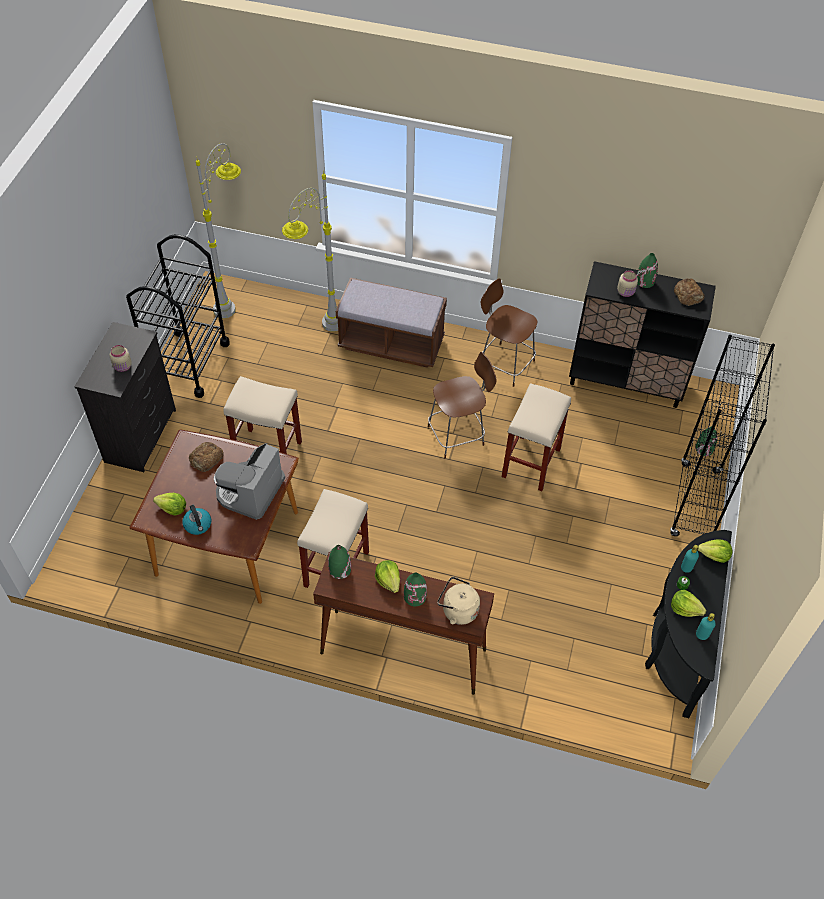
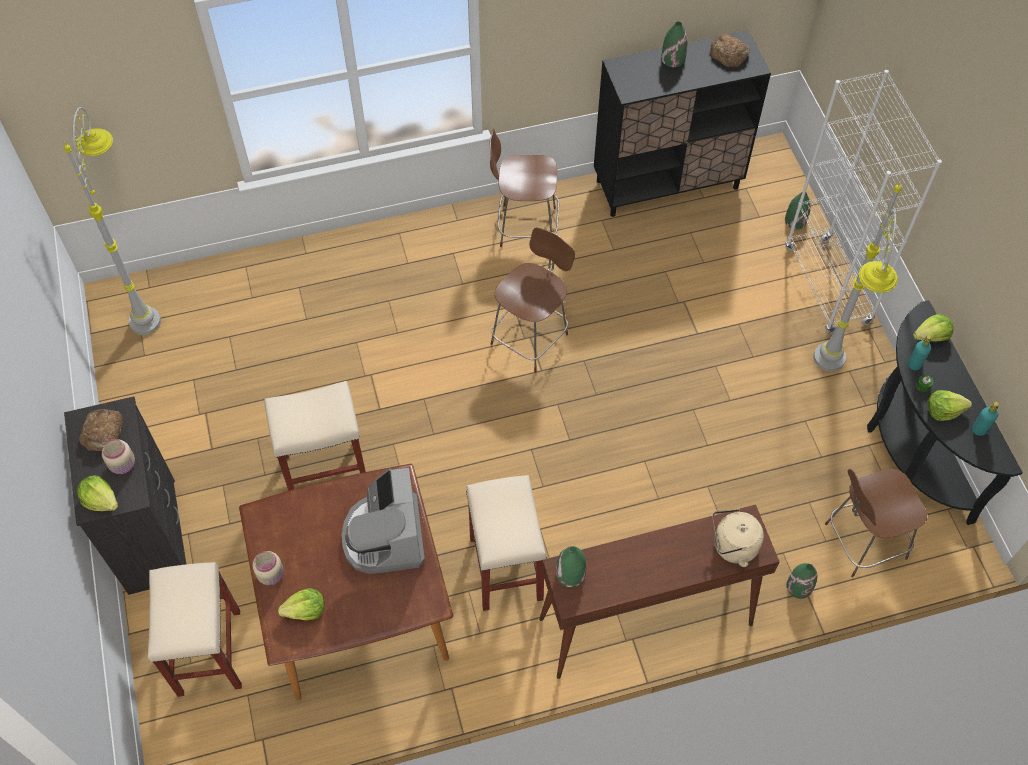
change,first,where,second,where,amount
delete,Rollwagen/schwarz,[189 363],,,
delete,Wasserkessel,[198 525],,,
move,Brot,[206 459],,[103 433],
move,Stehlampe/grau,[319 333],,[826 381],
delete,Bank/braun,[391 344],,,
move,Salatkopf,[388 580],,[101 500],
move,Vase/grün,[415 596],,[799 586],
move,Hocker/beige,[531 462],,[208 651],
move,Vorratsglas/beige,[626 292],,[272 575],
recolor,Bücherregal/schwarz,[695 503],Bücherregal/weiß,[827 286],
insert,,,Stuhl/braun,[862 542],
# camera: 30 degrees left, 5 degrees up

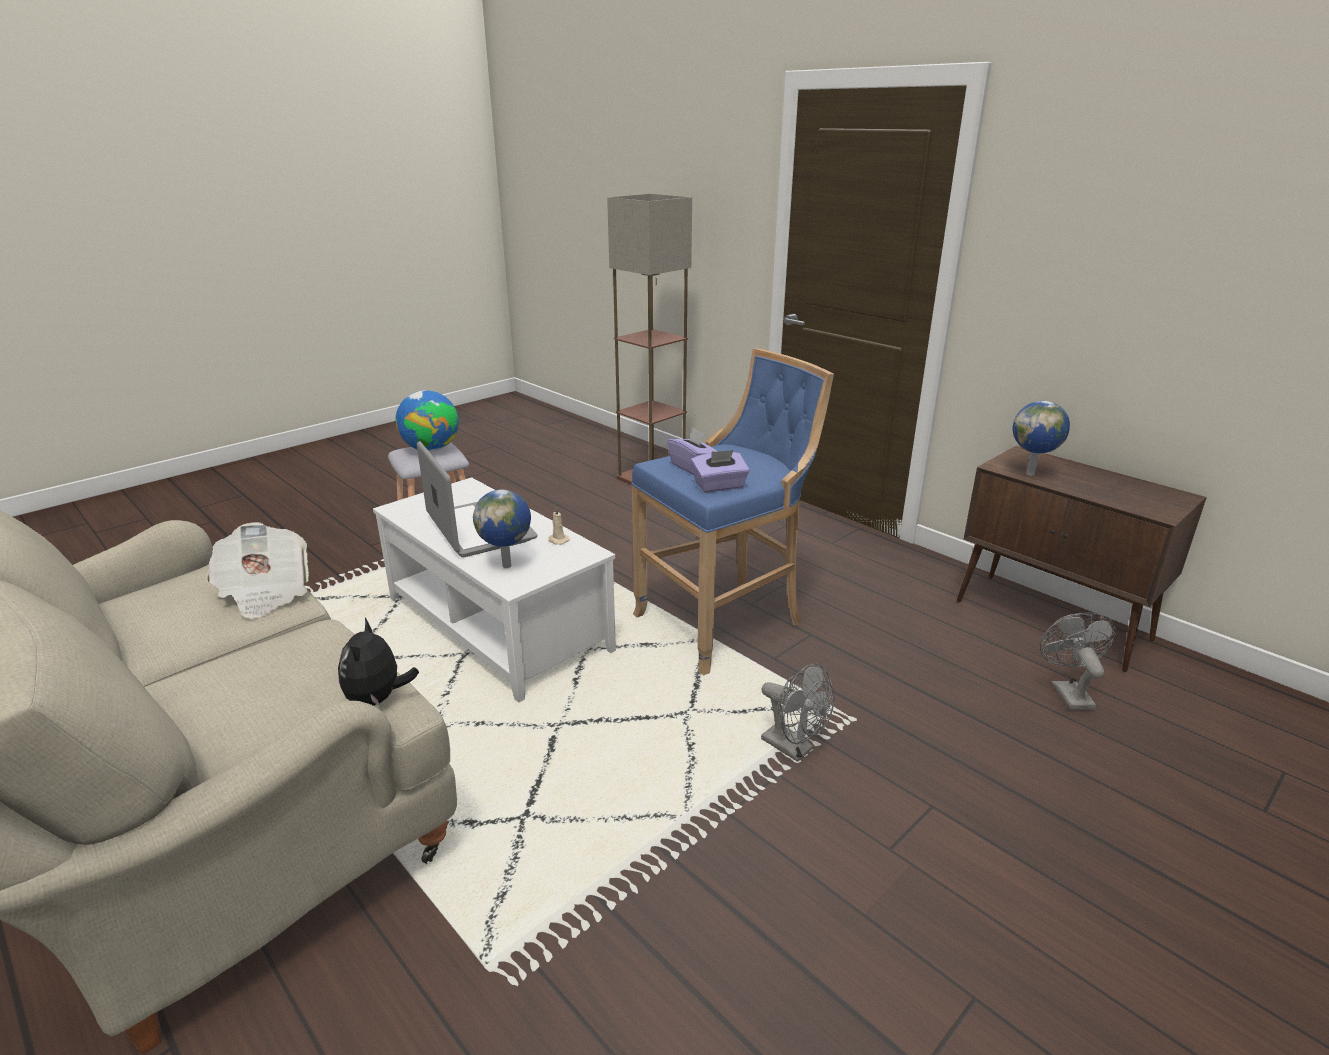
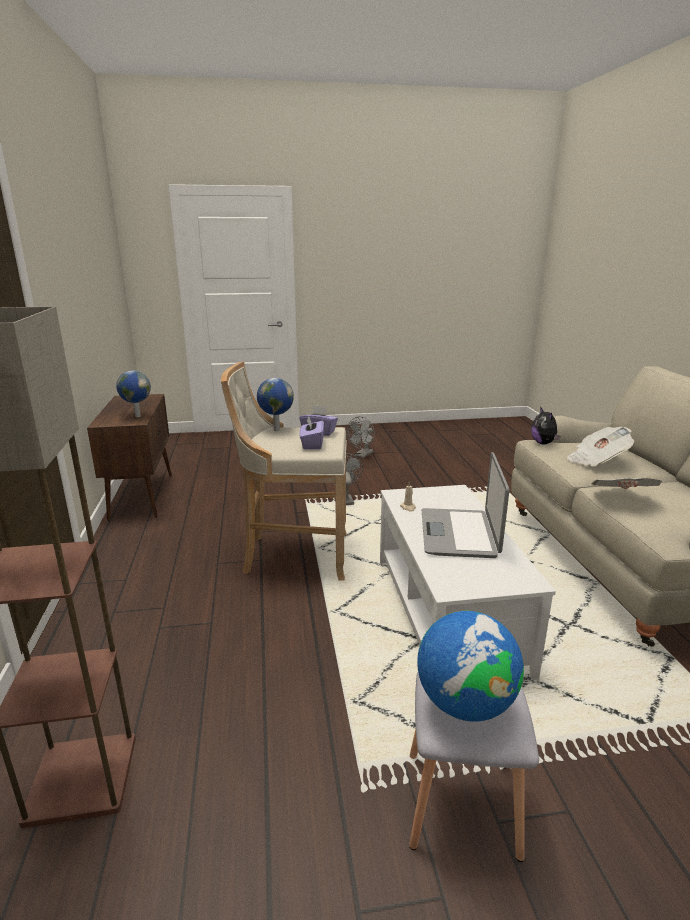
change,first,where,second,where,amount
rotate,Plüschtier,[378 699],,[543 443],135 degrees clockwise
move,Globus,[508 565],,[276 430],
recolor,Hocker/blau,[725 621],Hocker/beige,[293 555],
move,Ventilator/grau,[1067 692],,[362 455],
insert,,,Zeitung,[596 460],
# camera: 145 degrees left, 5 degrees down

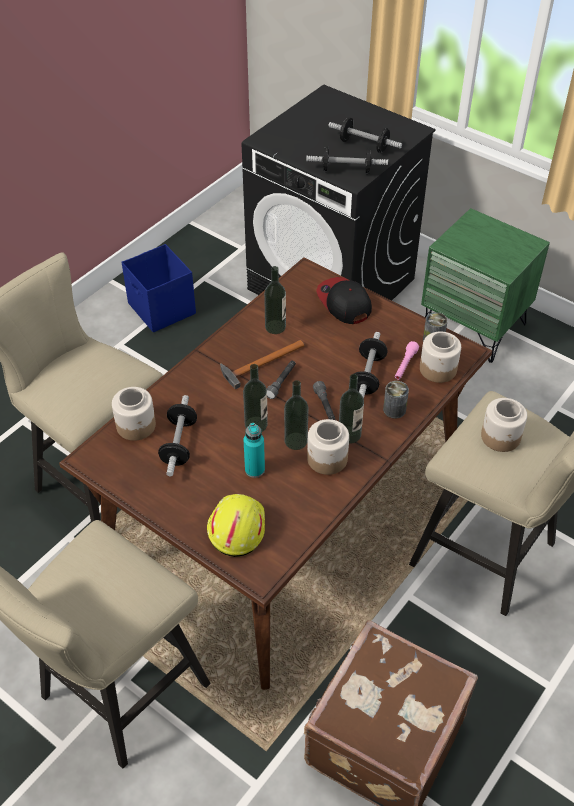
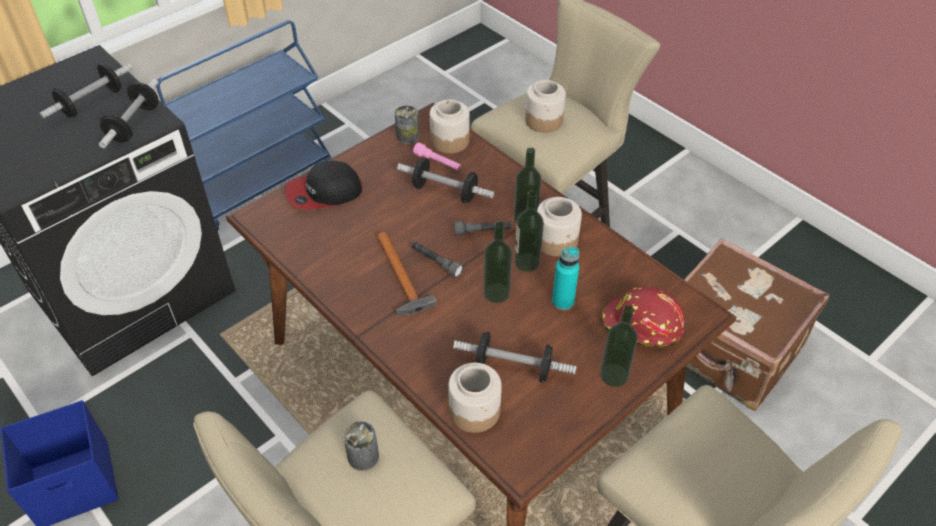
change,first,where,second,where,amount
recolor,Schutzhelm/gelb,[236 527],Schutzhelm/rot,[641 327],
move,Flasche,[275 327],,[614 375],
move,Dose,[394 409],,[363 456],
replace,Nachttisch/grün,[474 325],Rollwagen/blau,[259 184],
# camera: 80 degrees left, 0 degrees up

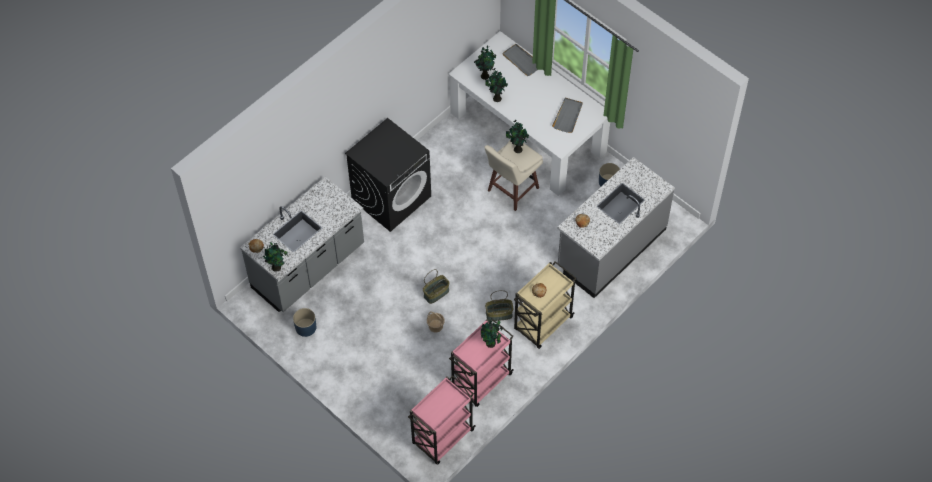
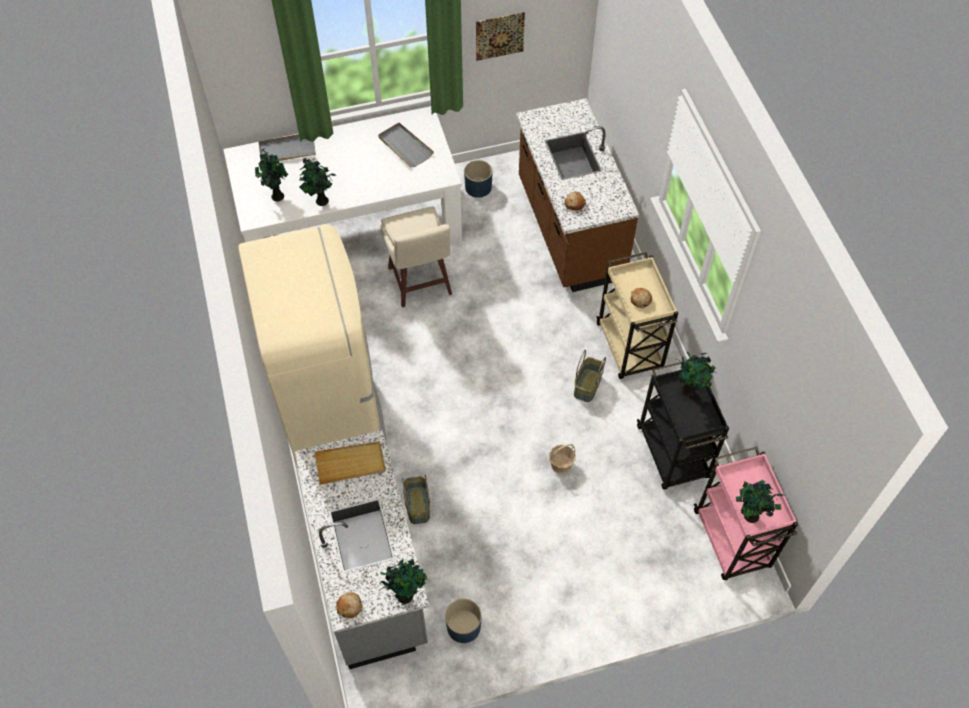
change,first,where,second,where,amount
replace,Waschmaschine/schwarz,[391 197],Kühlschrank/beige,[334 416],
move,Korb,[436 293],,[417 505],
recolor,Rollwagen/rosa,[481 381],Rollwagen/schwarz,[673 454],
move,Topfpflanze,[517 149],,[750 516],
recolor,Küchenzeile/grau,[611 248],Küchenzeile/braun,[568 230],
insert,,,Tablett/beige,[350 464],
insert,,,Bild,[499 36],
# camera: 60 degrees left, 0 degrees up

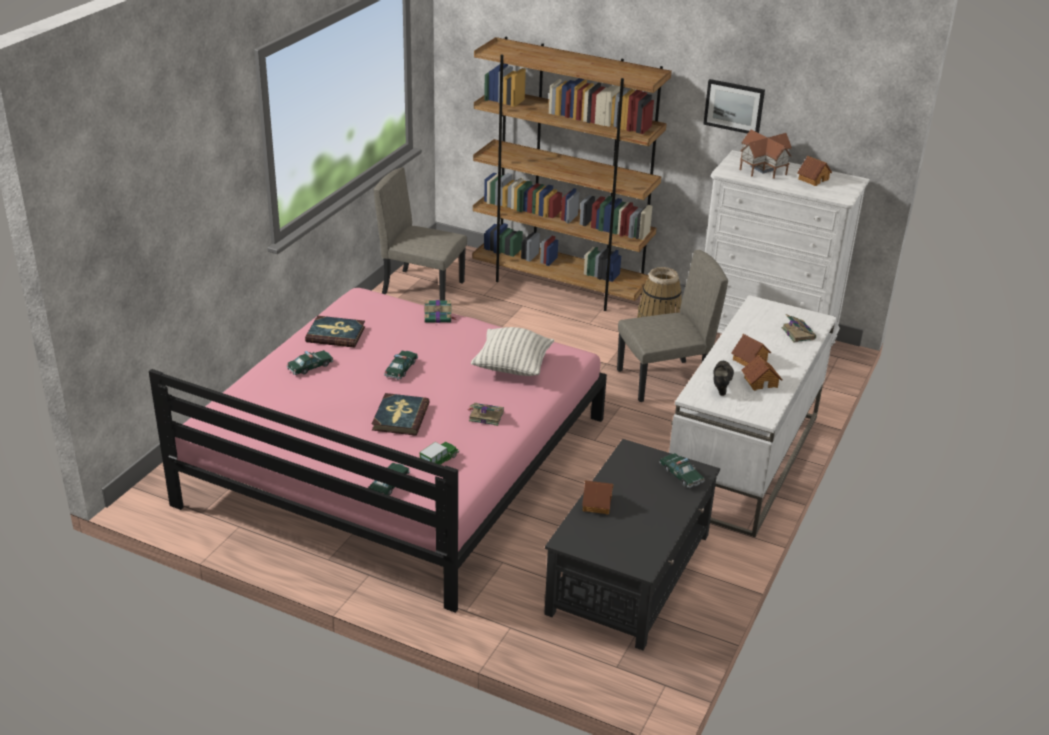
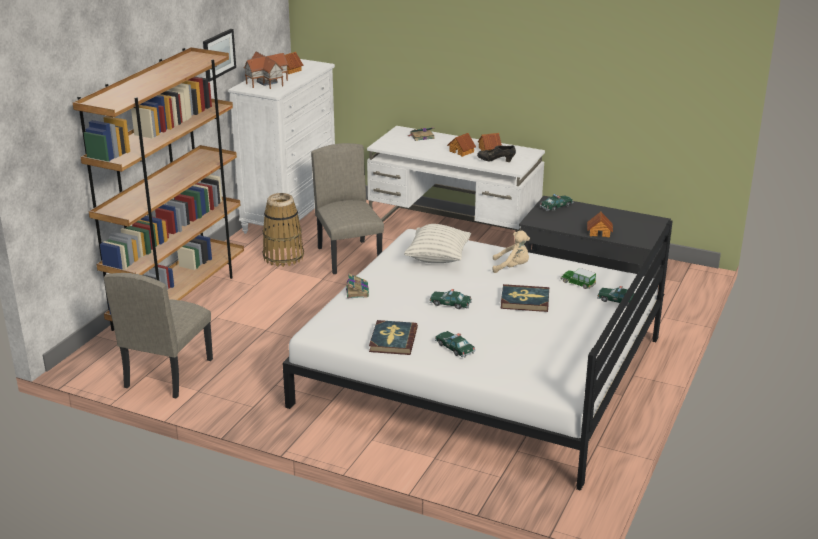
change,first,where,second,where,amount
recolor,Bett/rosa,[397 460],Bett/weiß,[481 371],
replace,Buch,[485 416],Plüschtier/beige,[512 267],
# camera: 90 degrees left, 5 degrees down

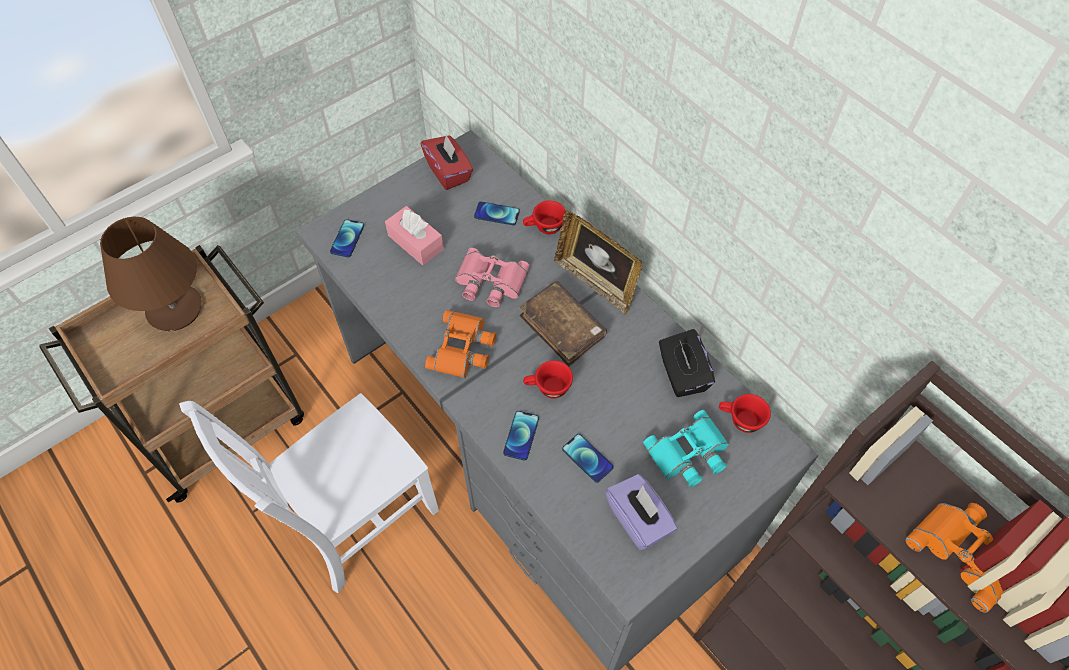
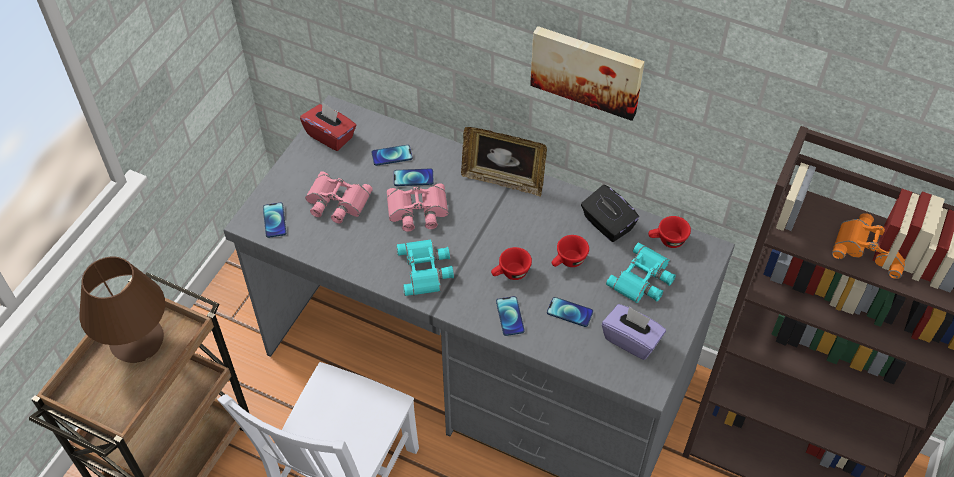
change,first,where,second,where,amount
replace,Taschentuchbox/rosa,[415 242],Fernglas/rosa,[336 202],
recolor,Fernglas/orange,[463 348],Fernglas/türkis,[426 270],
delete,Buch/braun,[562 328],,,
move,Tasse/rot,[544 227],,[568 262],
insert,,,Handy,[413 178],
insert,,,Bild,[587 70],
# camera: 25 degrees left, 5 degrees down

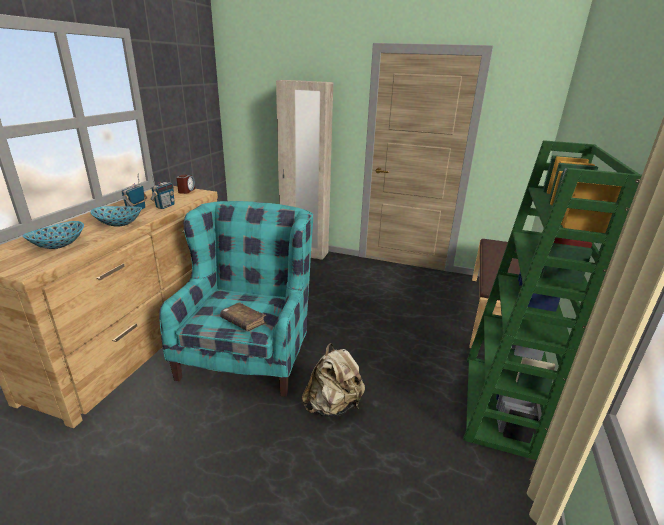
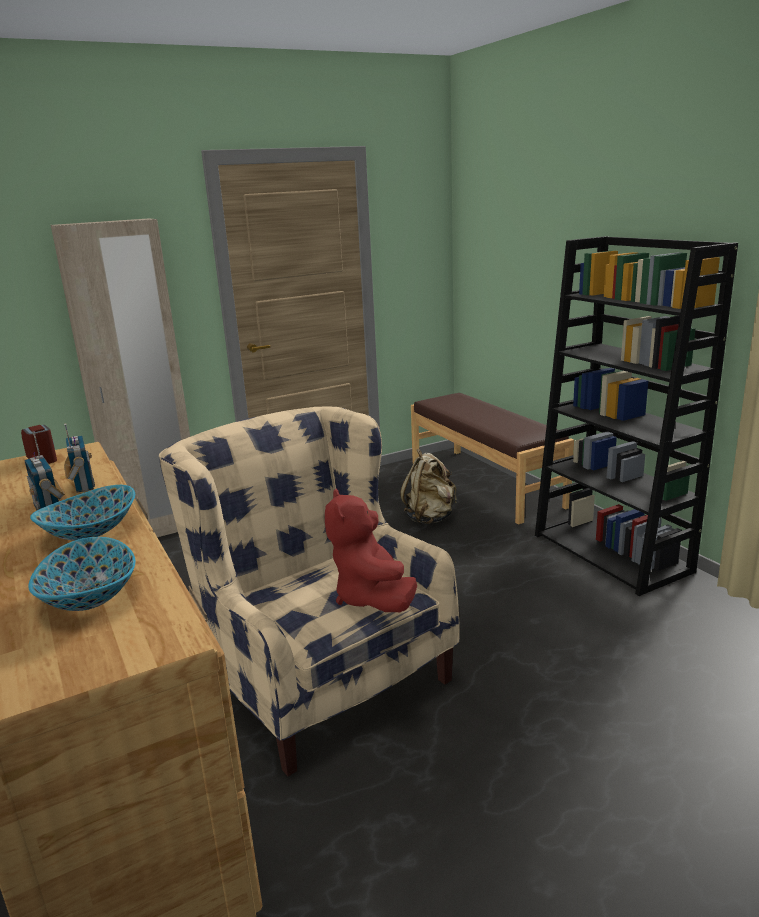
change,first,where,second,where,amount
recolor,Sessel/türkis,[249 351],Sessel/beige,[320 674],
replace,Buch/braun,[243 322],Plüschtier/rot,[372 597],
move,Rucksack/beige,[333 405],,[430 518],
recolor,Bücherregal/grün,[498 404],Bücherregal/schwarz,[613 553],
# camera: 45 degrees left, 5 degrees down

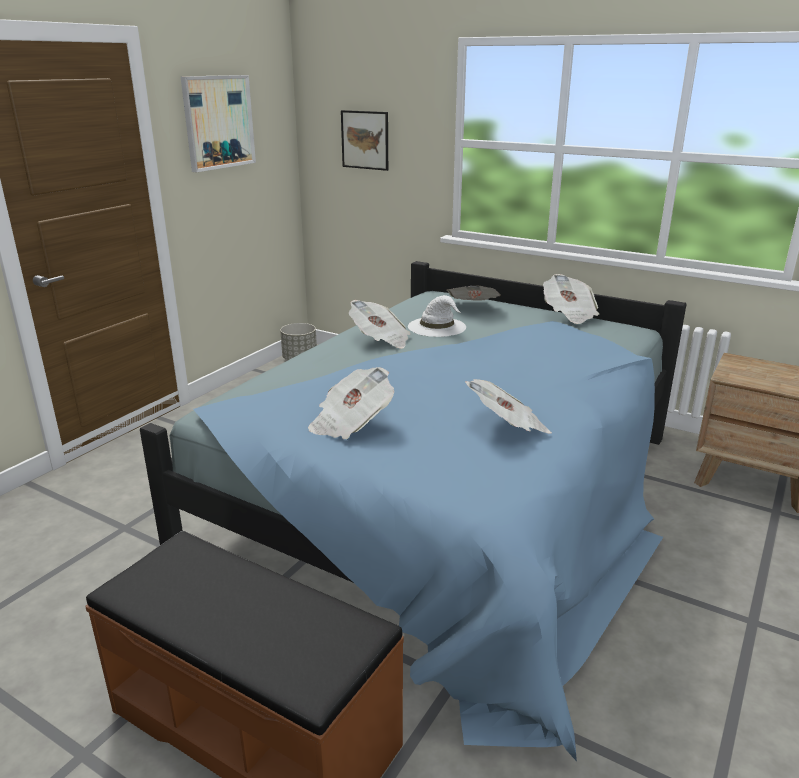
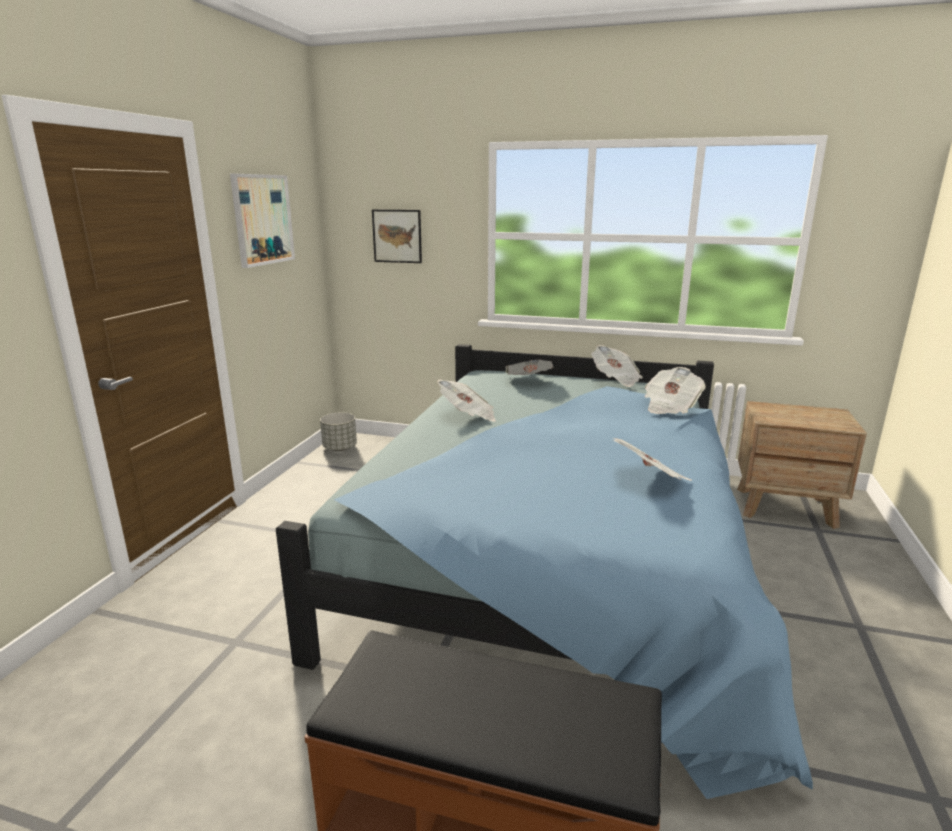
change,first,where,second,where,amount
move,Zeitung,[350 423],,[670 406],
delete,Hut/weiß,[437 327],,,
# camera: 15 degrees left, 5 degrees down

